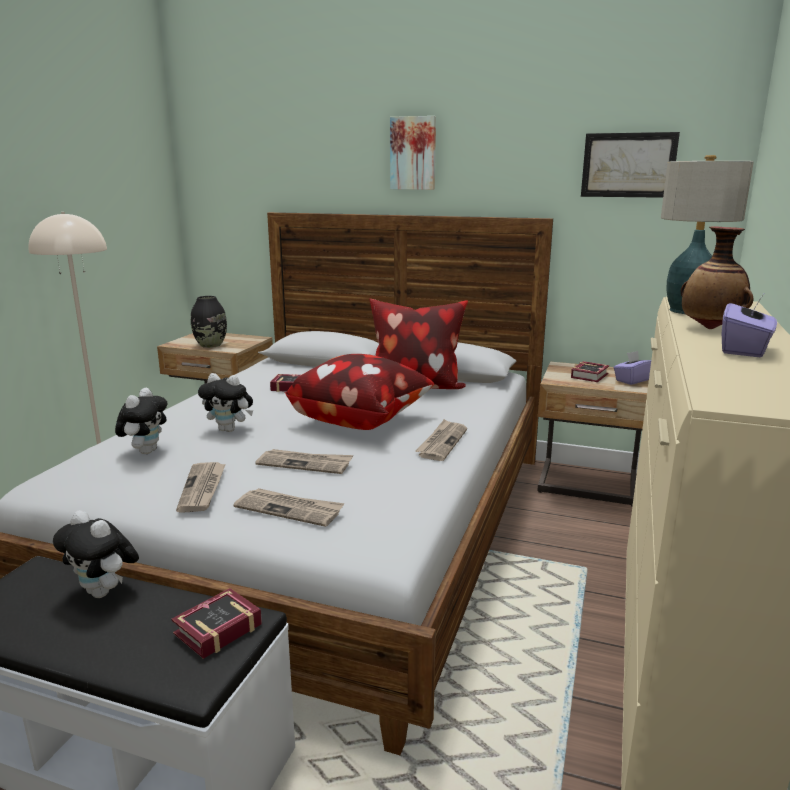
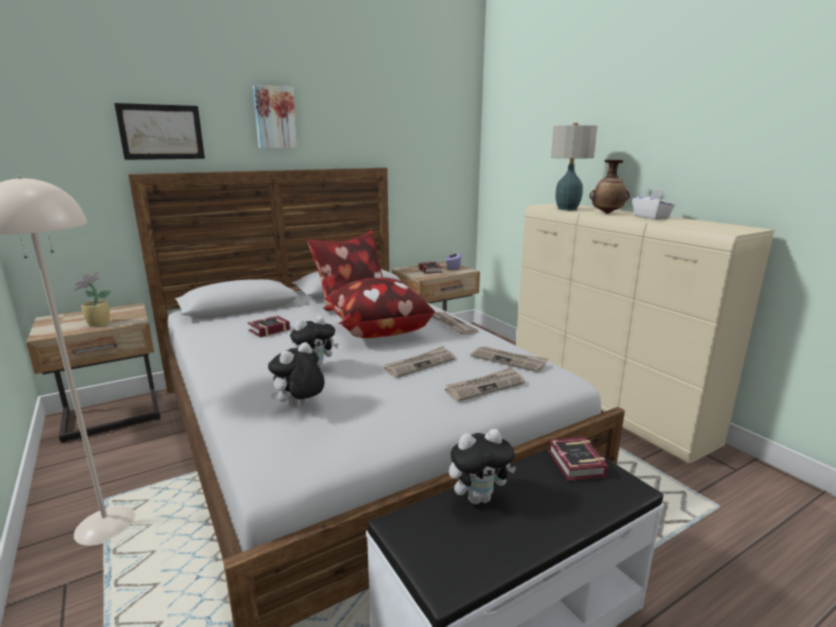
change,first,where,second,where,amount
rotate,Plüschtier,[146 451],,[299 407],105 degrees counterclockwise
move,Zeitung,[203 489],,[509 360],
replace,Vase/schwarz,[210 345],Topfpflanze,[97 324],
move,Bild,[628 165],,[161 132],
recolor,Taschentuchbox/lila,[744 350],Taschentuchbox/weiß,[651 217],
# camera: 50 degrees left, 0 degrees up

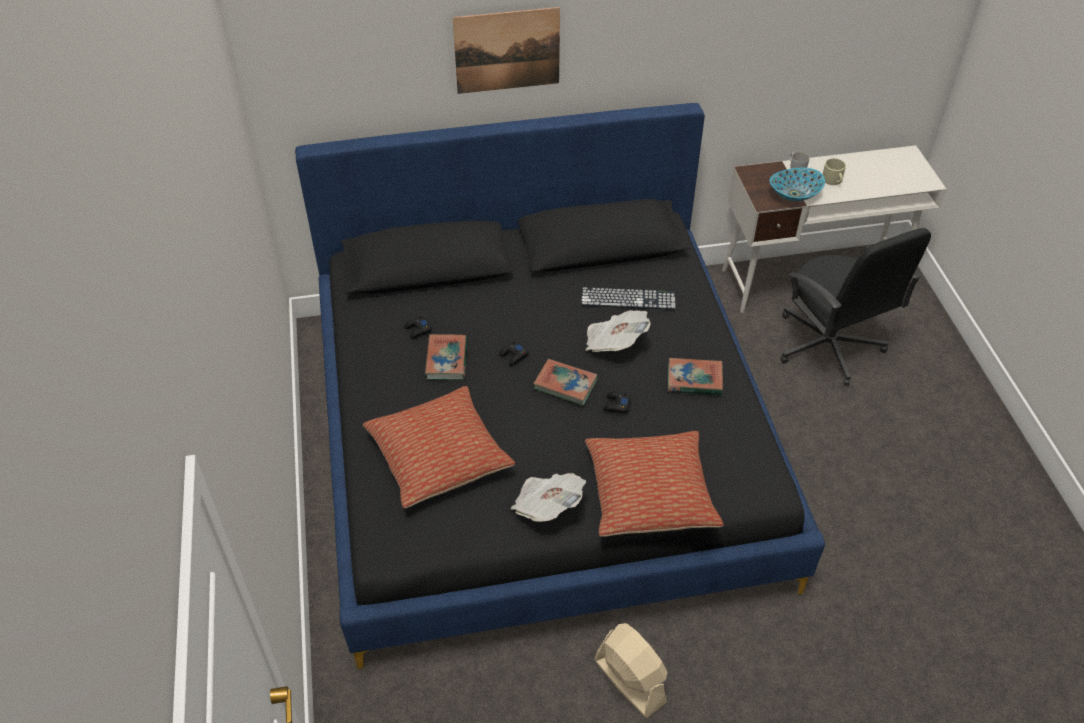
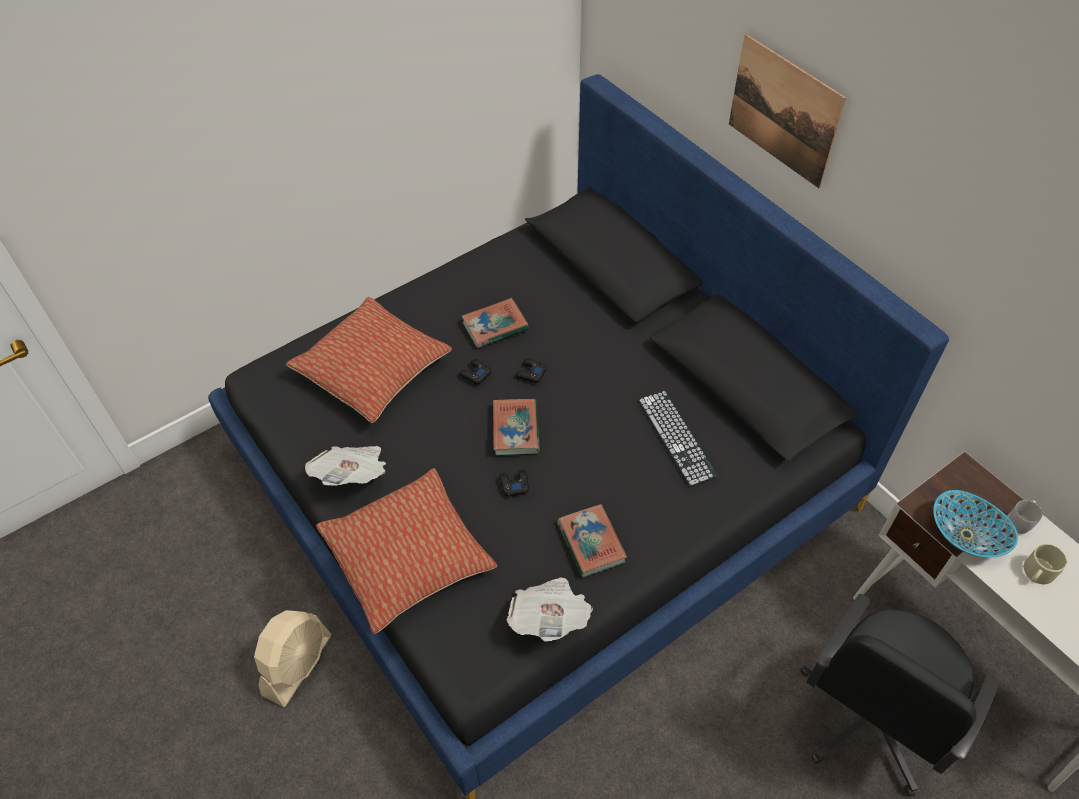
change,first,where,second,where,amount
move,Gamepad/schwarz,[418 330],,[475 374],
move,Zeitung,[614 343],,[550 617],
# camera: 65 degrees right, 5 degrees up

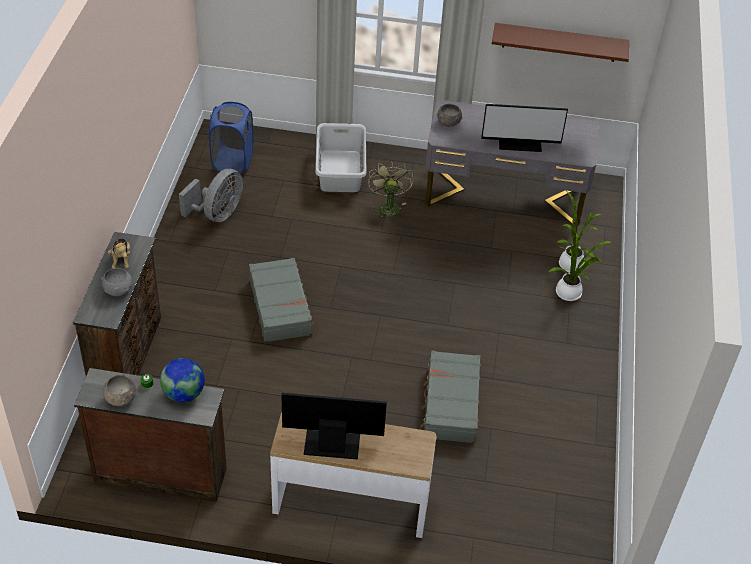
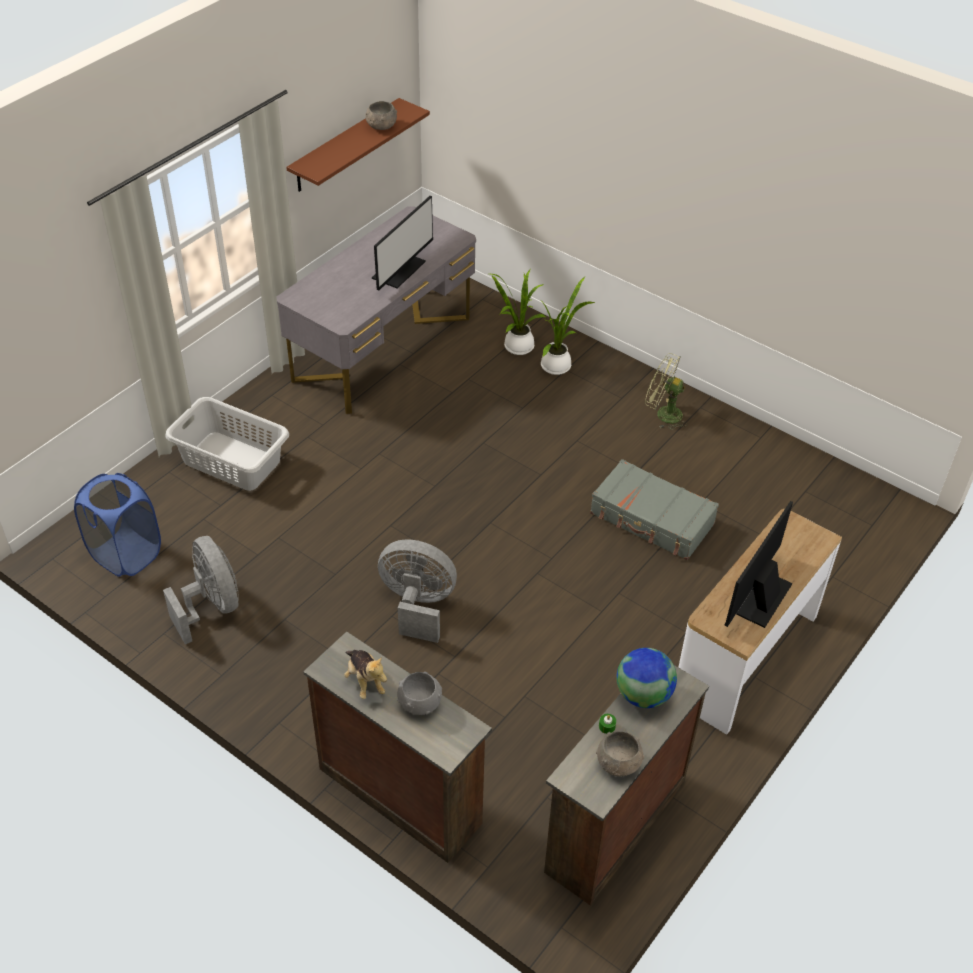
change,first,where,second,where,amount
rotate,Plüschtier,[121 260],,[365 681],45 degrees clockwise
replace,Koffer/grau,[280 307],Ventilator/grau,[417 605],
move,Ventilator/grün,[388 205],,[663 414],
move,Schüssel/grau,[448 122],,[381 126],
# camera: 60 degrees left, 0 degrees up

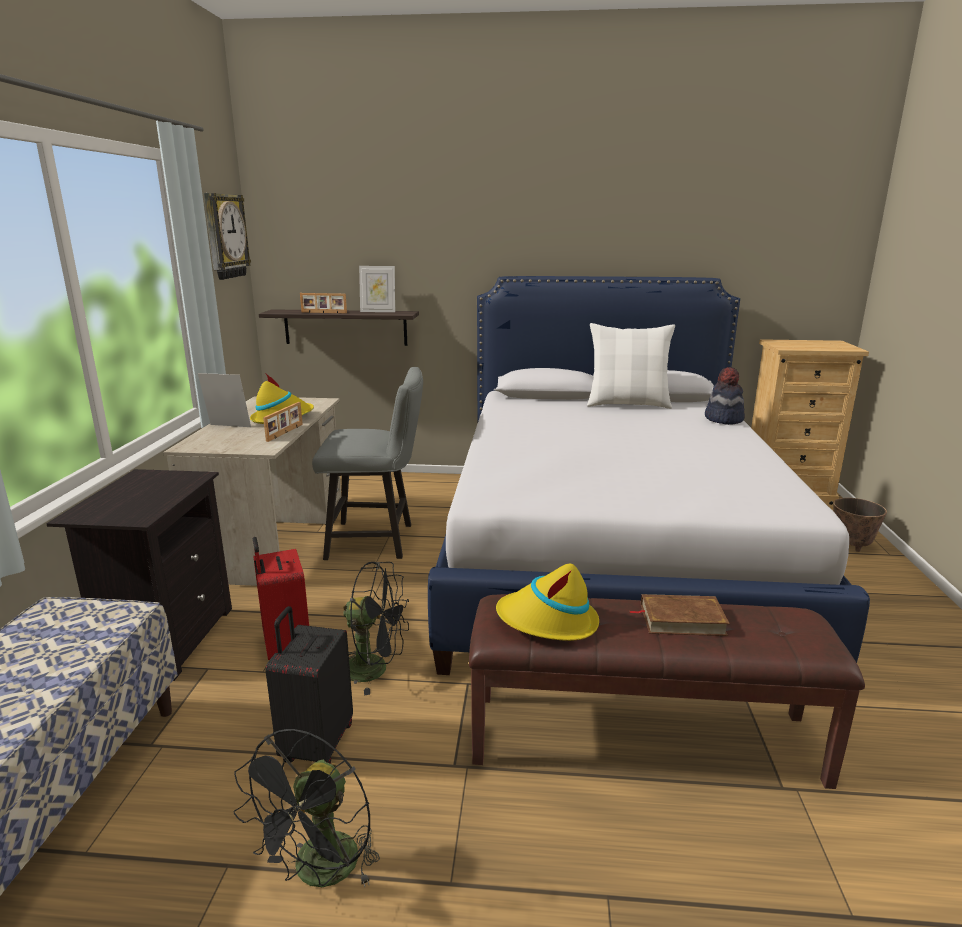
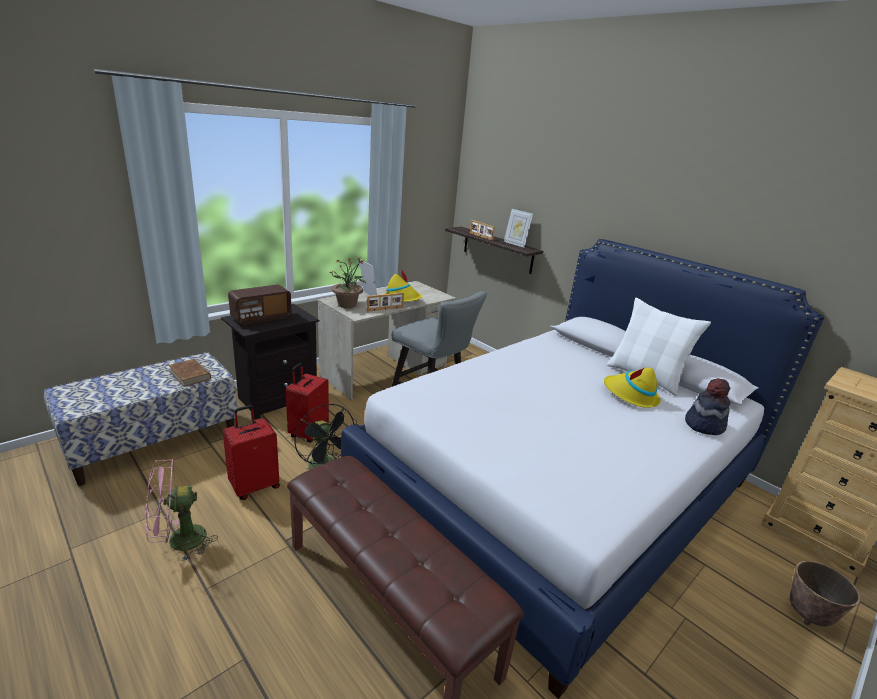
change,first,where,second,where,amount
delete,Wanduhr,[225 236],,,
recolor,Ventilator/schwarz,[320 874],Ventilator/rosa,[178 541],
recolor,Koffer/schwarz,[316 744],Koffer/rot,[254 486],
move,Hut/gelb,[548 621],,[630 395],
move,Buch/braun,[681 619],,[190 375],
insert,,,Radio,[261 318],
insert,,,Topfpflanze,[347 304],
# camera: 40 degrees right, 5 degrees up

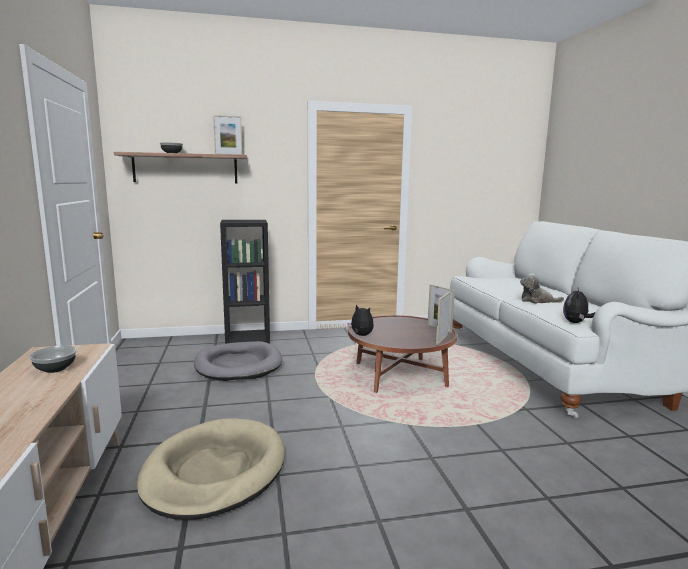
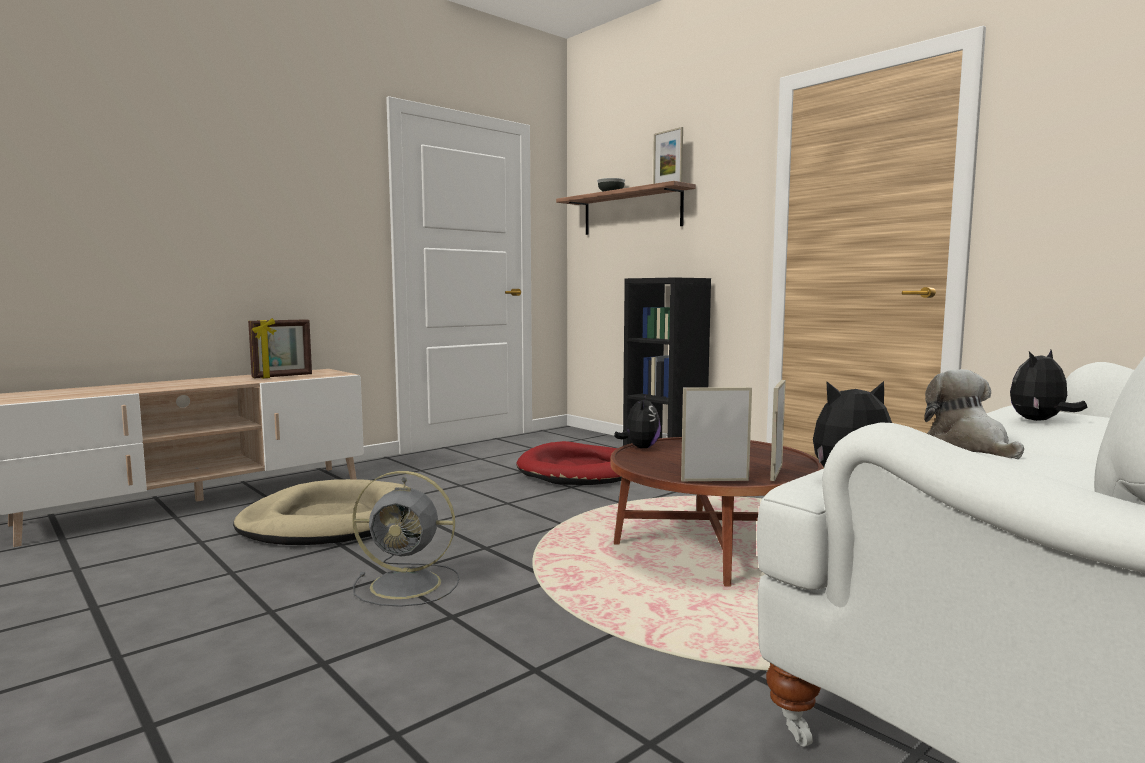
change,first,where,second,where,amount
replace,Schüssel,[55 369],Bilderrahmen,[282 376],
recolor,Hundebett/grau,[238 365],Hundebett/rot,[581 471],
insert,,,Ventilator/grau,[409 584],
insert,,,Plüschtier,[1039 421],
# camera: 60 degrees right, 5 degrees down

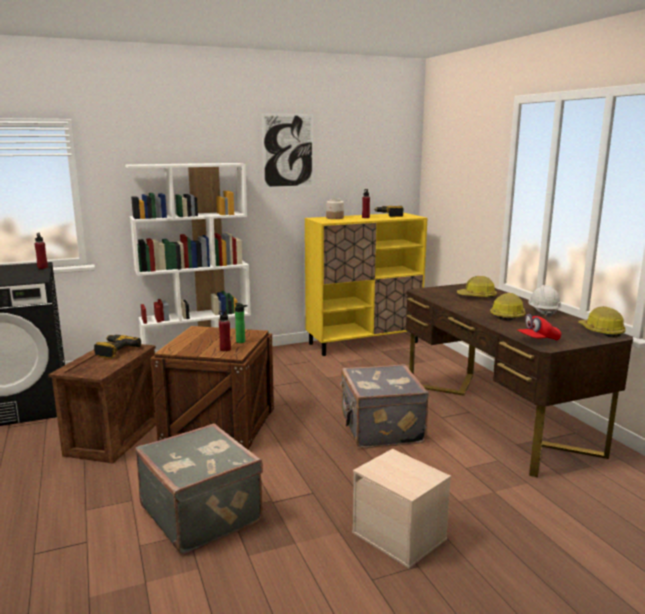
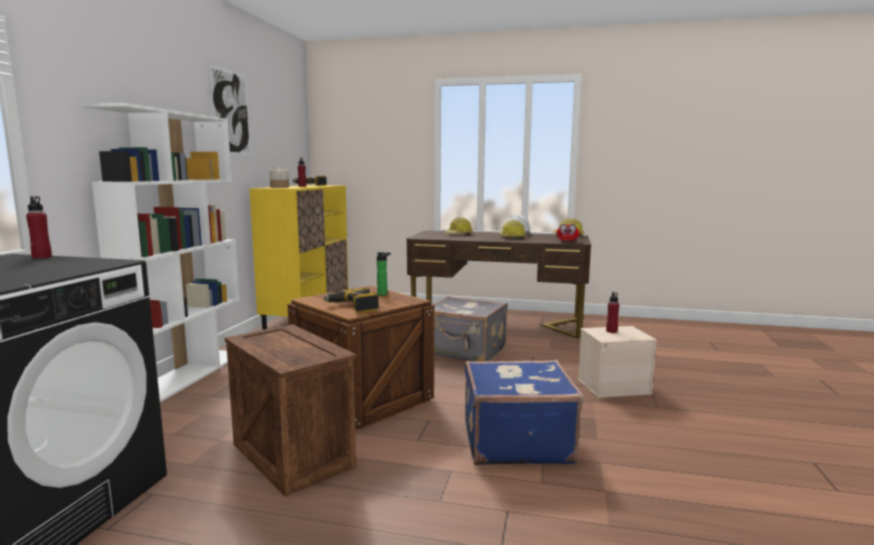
change,first,where,second,where,amount
move,Bohrmaschine,[114 351],,[353 307],
recolor,Koffer/grau,[202 513],Koffer/blau,[515 442],
move,Flasche/rot,[225 349],,[611 331],
# camera: 55 degrees left, 5 degrees down

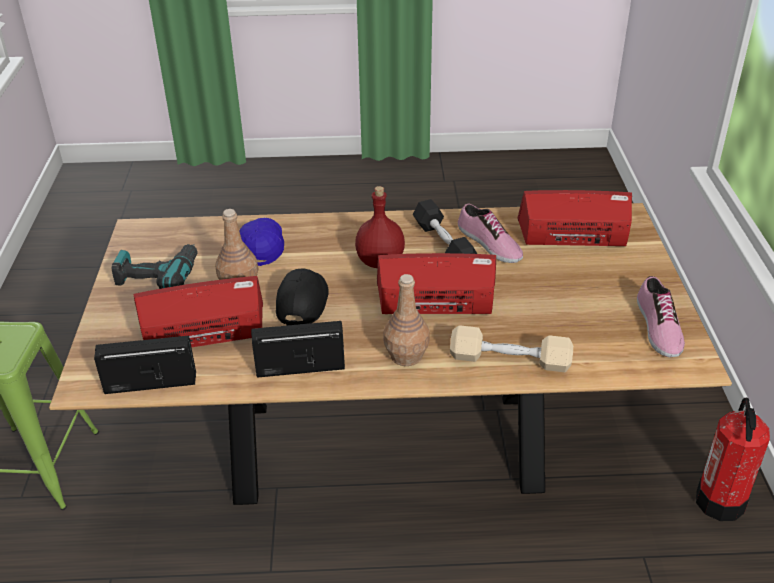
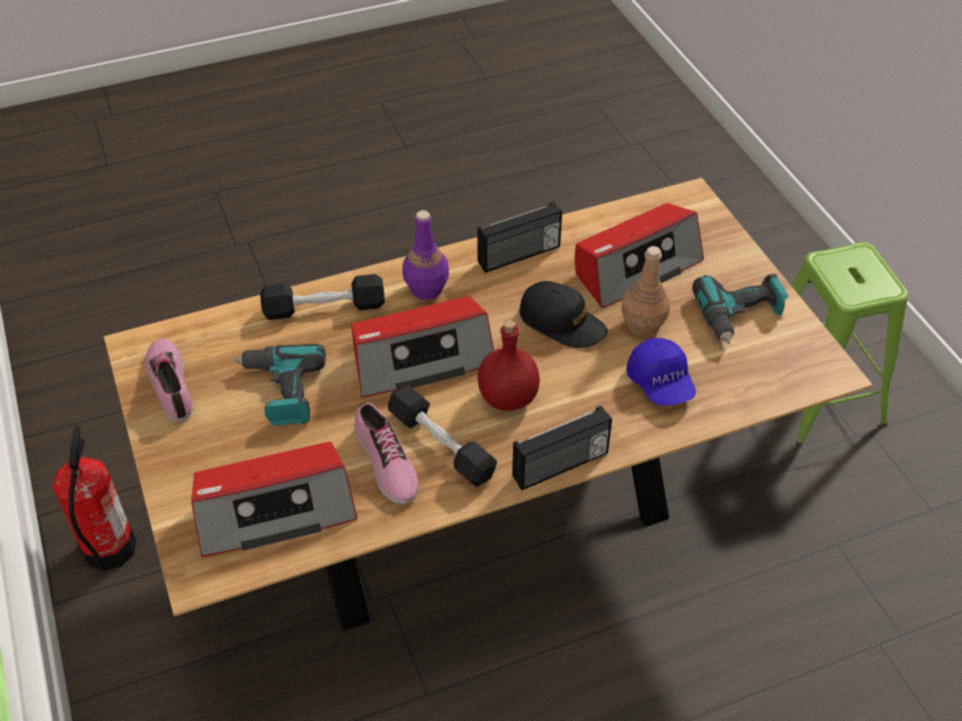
change,first,where,second,where,amount
move,Radio,[150 382],,[561 466],
rotate,Kappe/schwarz,[302 302],,[562 322],45 degrees counterclockwise
recolor,Flasche/braun,[407 355],Flasche/lila,[426 289],
recolor,Hantel/beige,[510 360],Hantel/schwarz,[324 308],
rotate,Schuh,[489 244],,[385 462],150 degrees counterclockwise
insert,,,Bohrmaschine,[281 391],
# camera: 160 degrees right, 10 degrees up

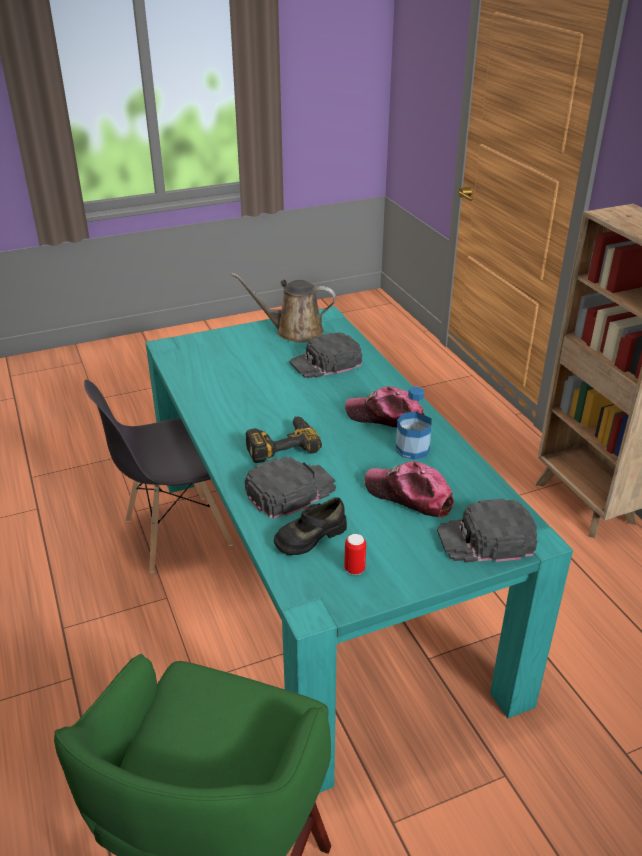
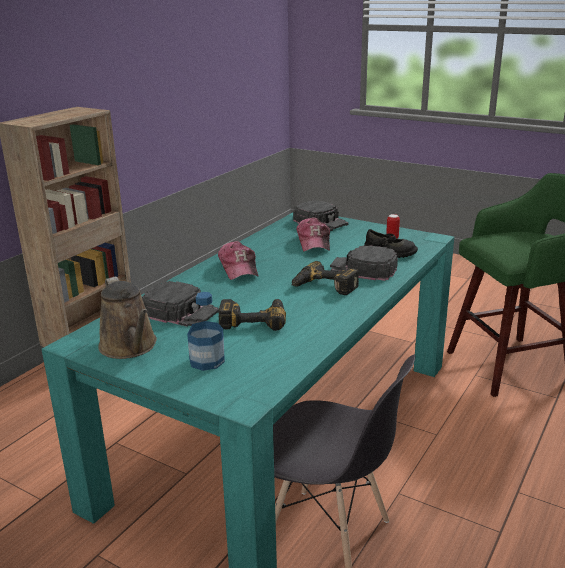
change,first,where,second,where,amount
move,Flasche,[412 449],,[207 361],
insert,,,Bohrmaschine,[253 319],
# camera: 125 degrees left, 10 degrees down

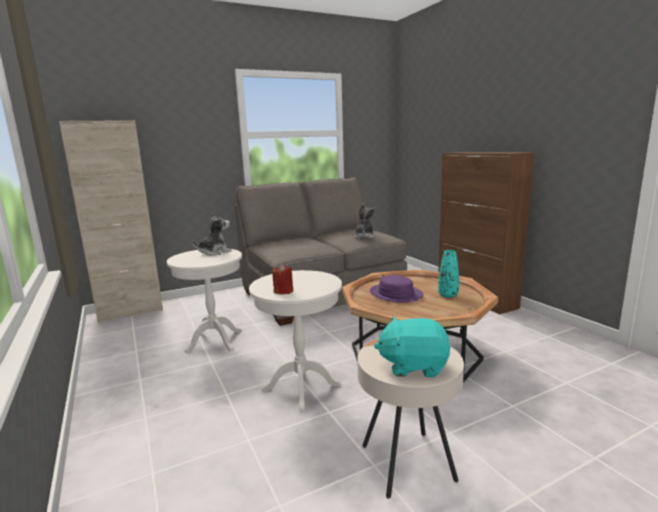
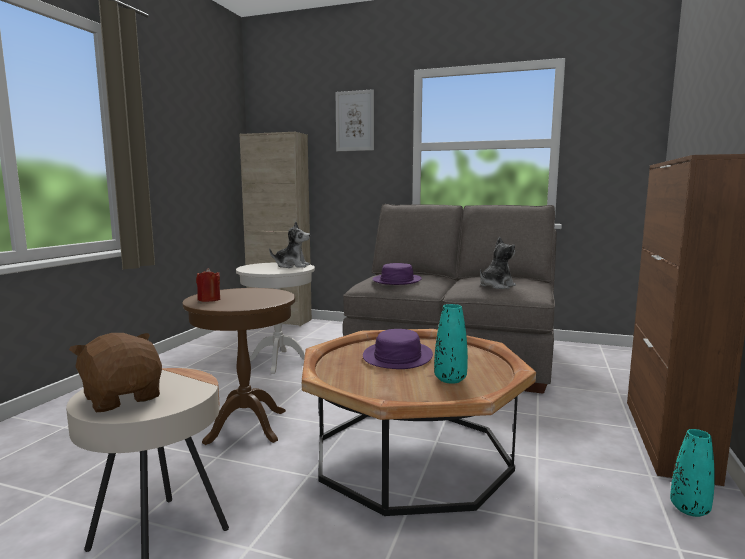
change,first,where,second,where,amount
recolor,Beistelltisch/weiß,[301 387],Beistelltisch/braun,[246 426],
recolor,Plüschtier/türkis,[413 366],Plüschtier/braun,[123 398],
insert,,,Bild,[355 121],
insert,,,Hut/lila,[397 280],
insert,,,Vase/türkis,[689 509],
# camera: 45 degrees right, 5 degrees down

